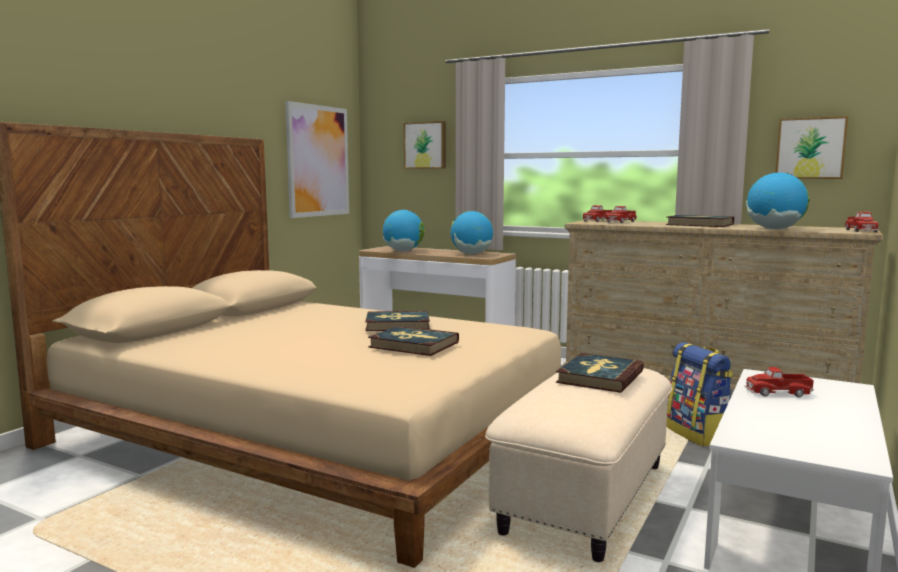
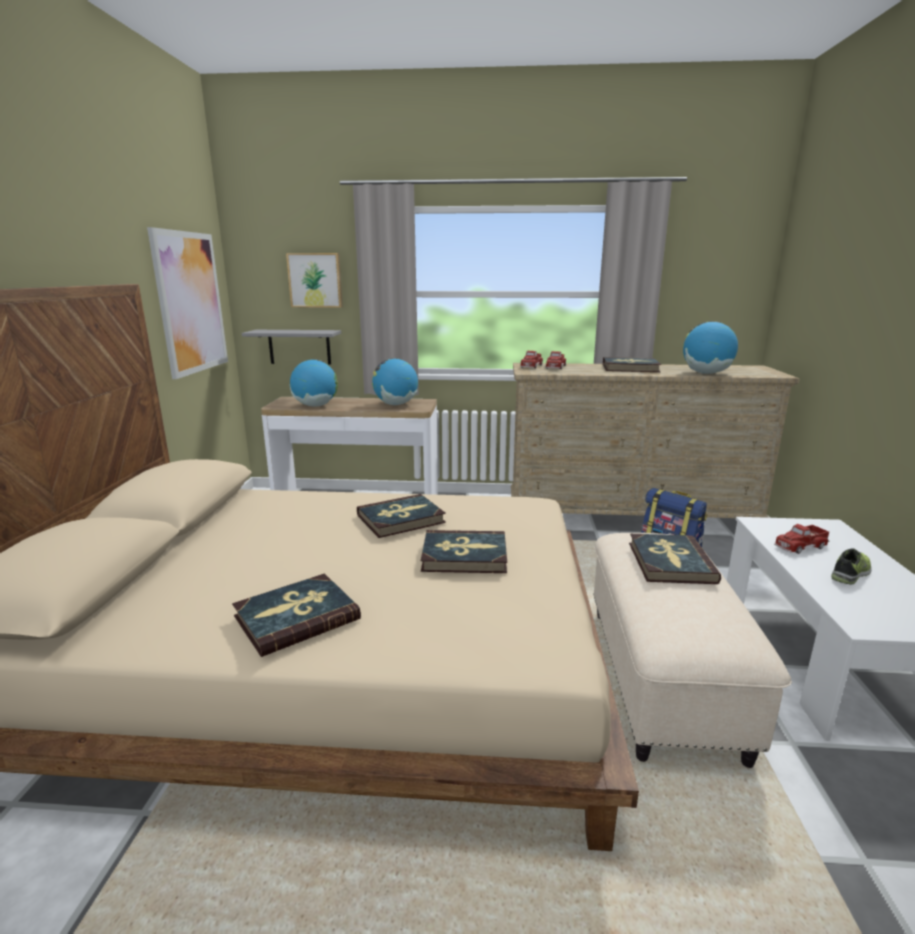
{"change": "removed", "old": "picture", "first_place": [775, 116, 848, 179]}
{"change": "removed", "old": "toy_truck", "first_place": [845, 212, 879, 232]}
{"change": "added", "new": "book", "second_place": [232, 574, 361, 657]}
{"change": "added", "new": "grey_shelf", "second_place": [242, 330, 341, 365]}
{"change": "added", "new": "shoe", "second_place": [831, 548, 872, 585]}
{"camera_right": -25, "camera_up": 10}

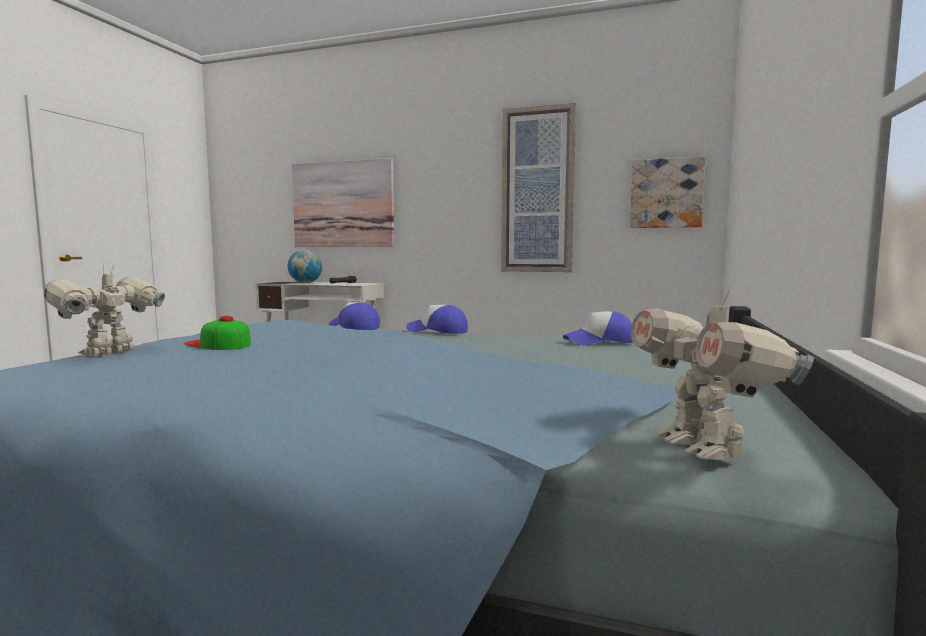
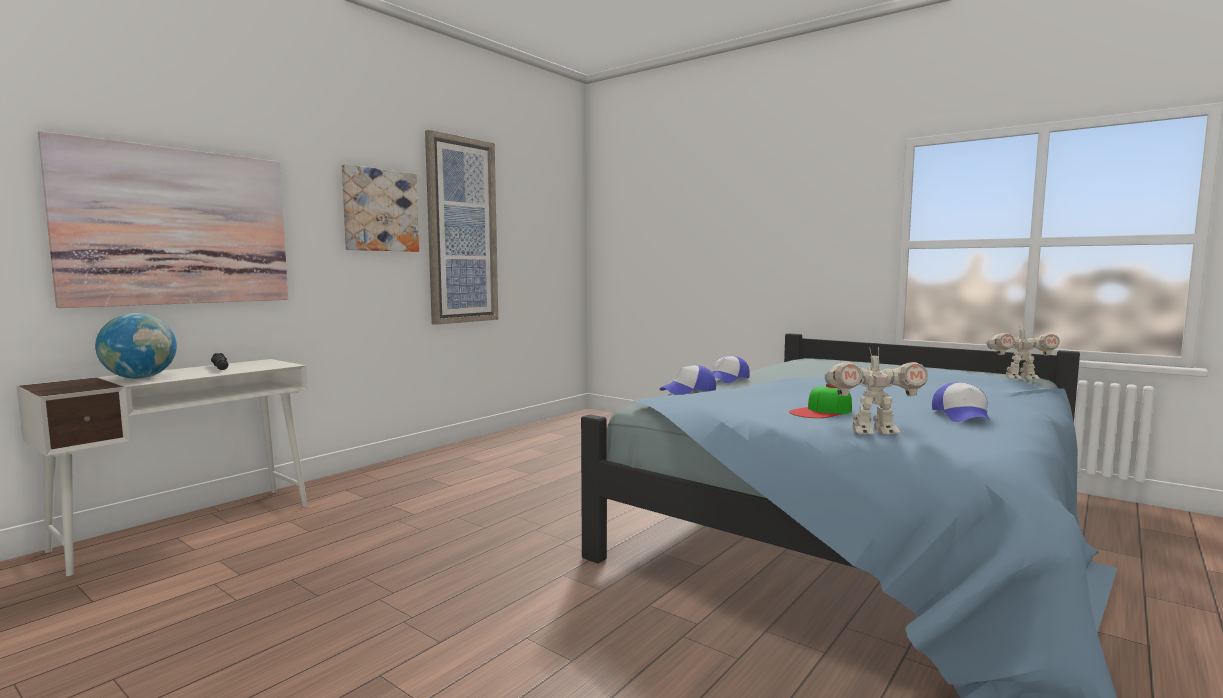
{"change": "turned", "old": "toy_robot", "first_place": [44, 265, 165, 356], "second_place": [825, 347, 928, 434], "degrees": -45}
{"change": "moved", "old": "cap", "first_place": [563, 311, 633, 345], "second_place": [932, 382, 992, 422]}
{"change": "moved", "old": "picture", "first_place": [630, 156, 706, 228], "second_place": [342, 164, 419, 252]}
{"camera_right": -70, "camera_up": 0}

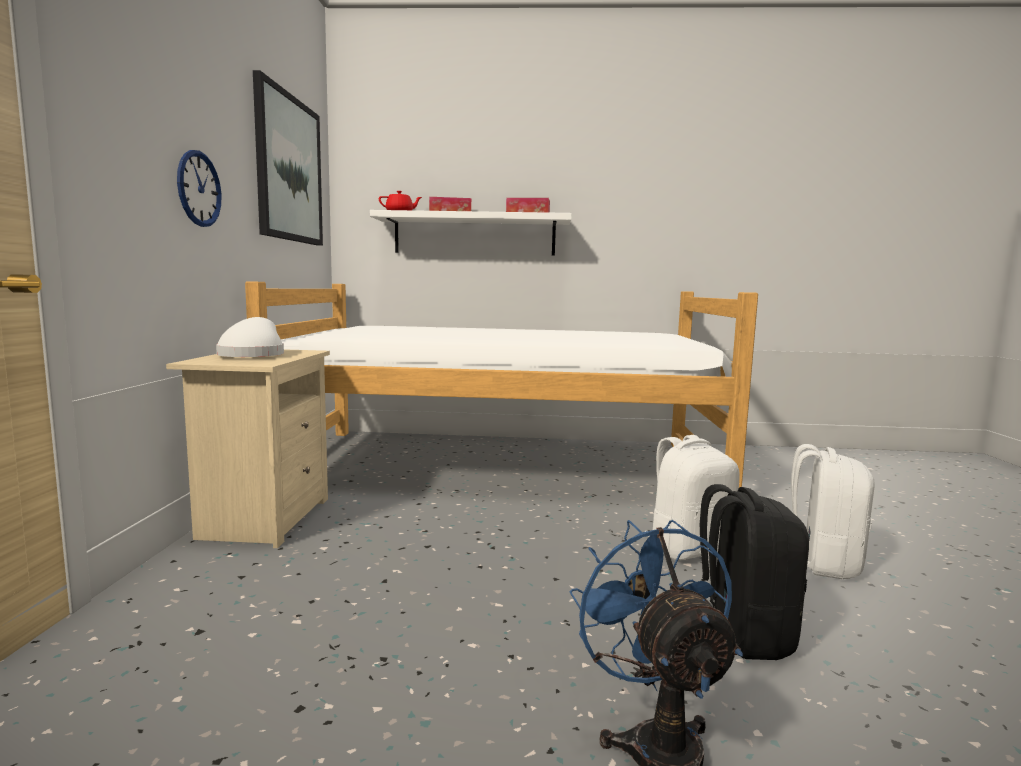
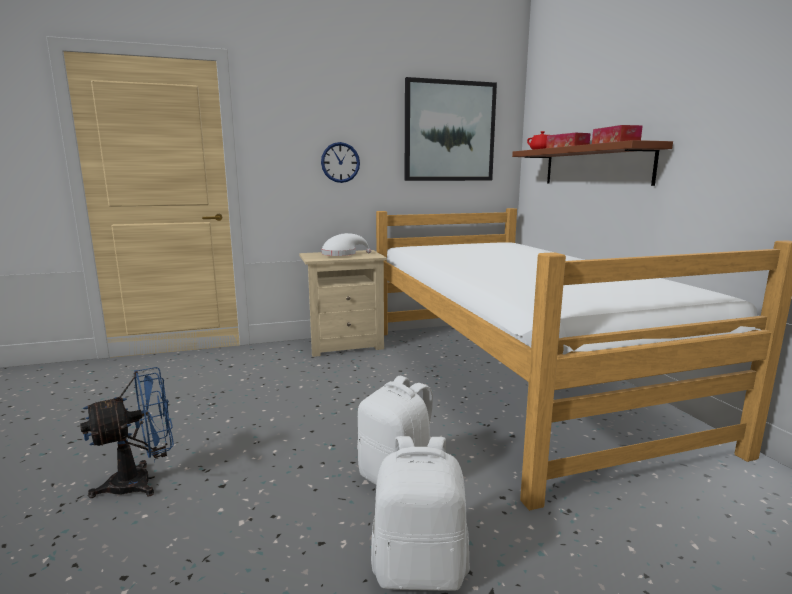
{"change": "recoloured", "old": "white_shelf", "new": "brown_shelf", "first_place": [370, 210, 572, 256], "second_place": [512, 140, 673, 186]}
{"change": "removed", "old": "black_backpack", "first_place": [700, 484, 809, 660]}
{"camera_right": 70, "camera_up": 5}

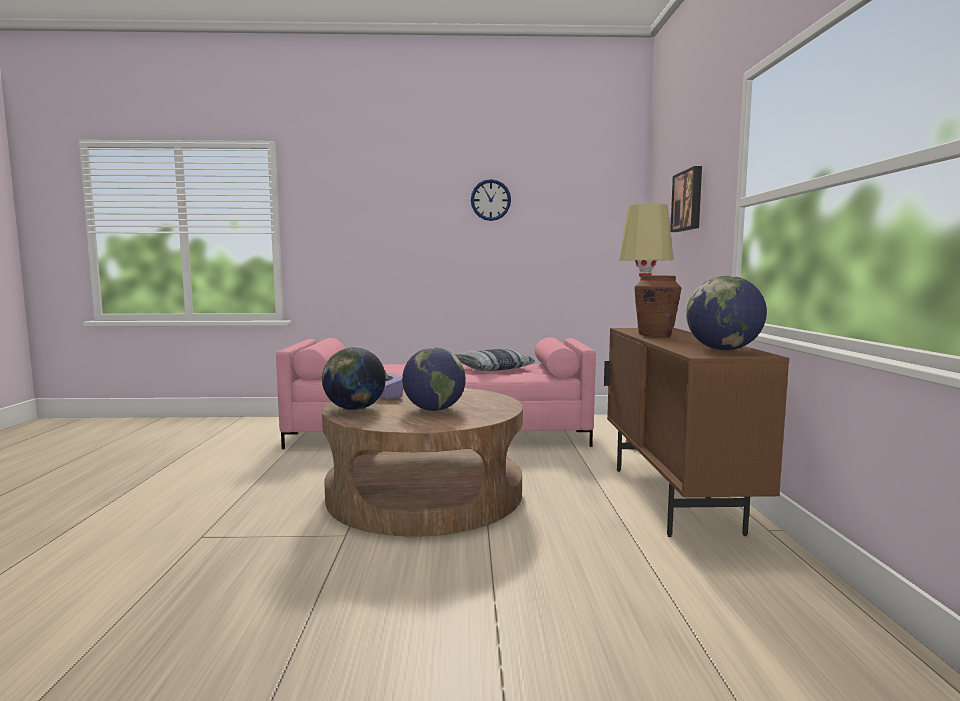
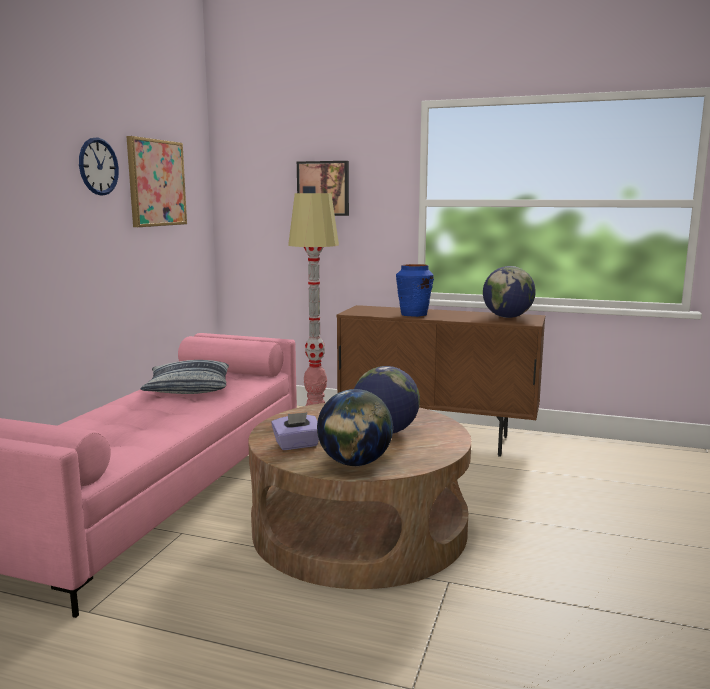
{"change": "recoloured", "old": "brown_vase", "new": "blue_vase", "first_place": [634, 275, 681, 337], "second_place": [396, 264, 434, 317]}
{"change": "added", "new": "picture", "second_place": [126, 136, 187, 227]}
{"camera_right": -70, "camera_up": 5}

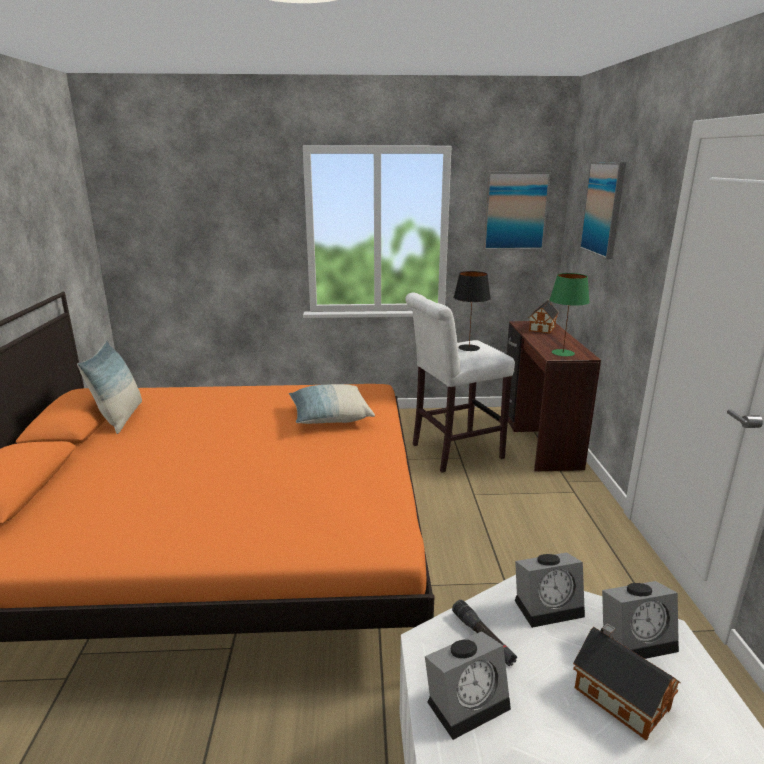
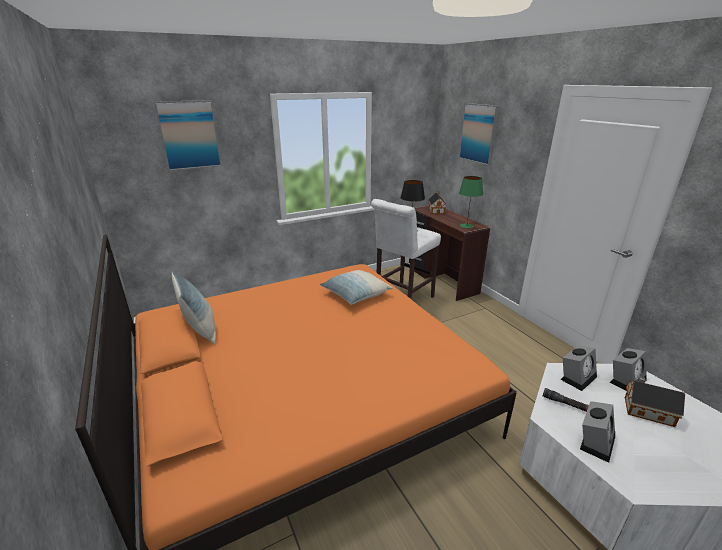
{"change": "moved", "old": "picture", "first_place": [483, 172, 551, 250], "second_place": [154, 100, 222, 171]}
{"camera_right": -25, "camera_up": 5}

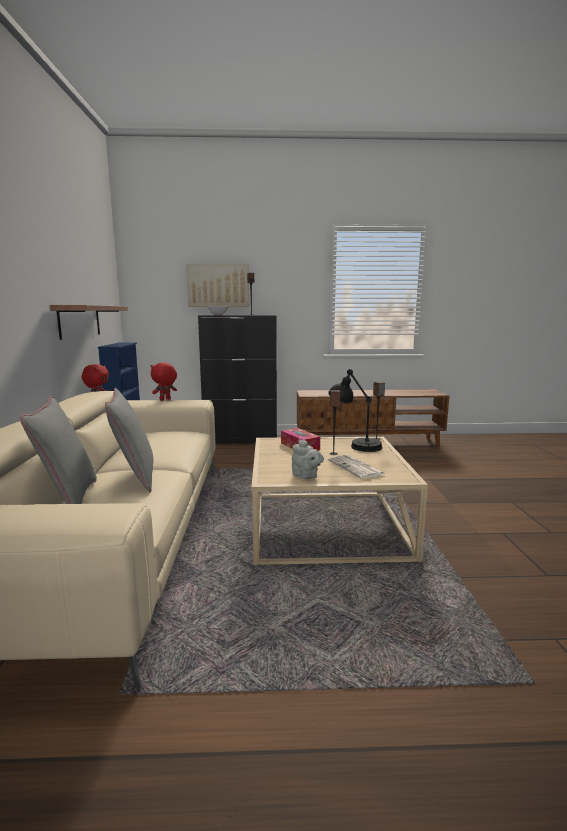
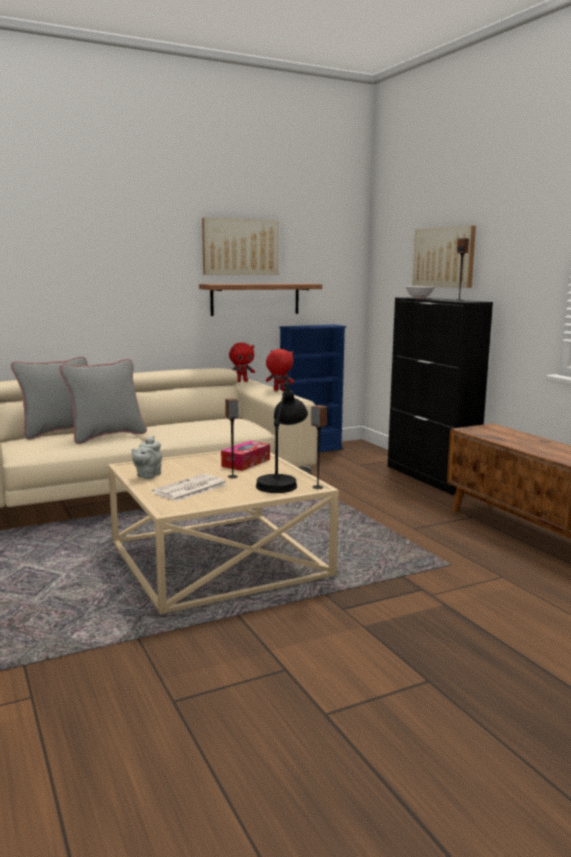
{"change": "added", "new": "picture", "second_place": [202, 218, 279, 275]}
{"camera_right": 65, "camera_up": 0}

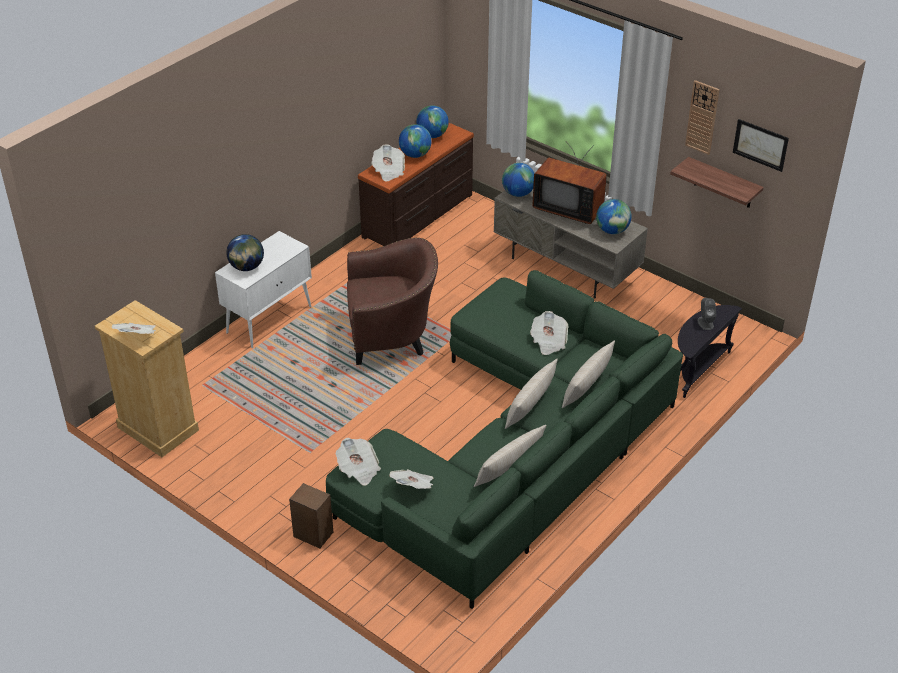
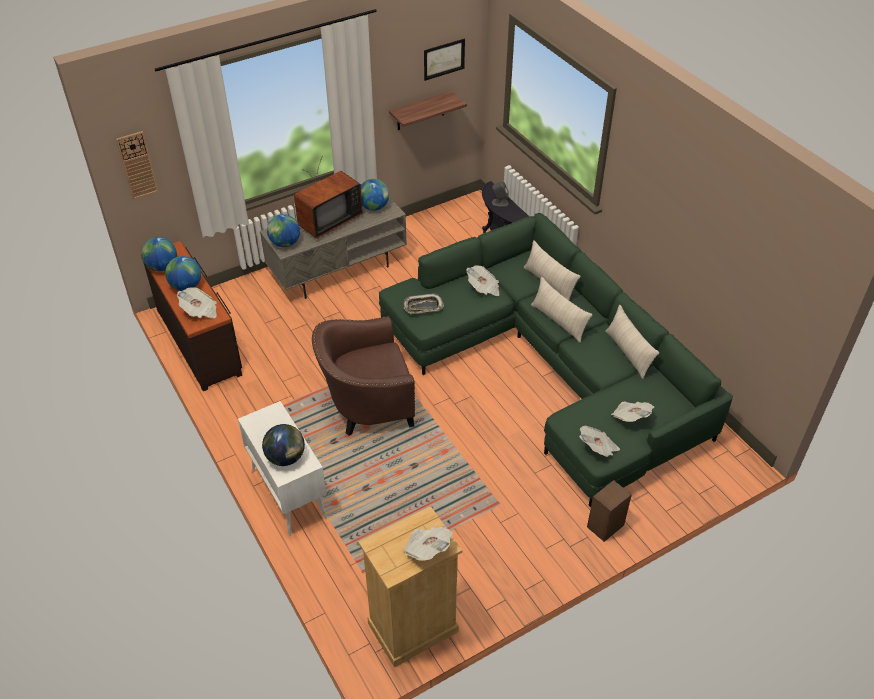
{"change": "turned", "old": "brown_armchair", "first_place": [347, 237, 438, 365], "second_place": [312, 316, 415, 436], "degrees": -120}
{"change": "moved", "old": "wall_clock", "first_place": [685, 80, 720, 155], "second_place": [116, 131, 158, 200]}
{"change": "added", "new": "tray", "second_place": [404, 294, 444, 314]}
{"camera_right": -70, "camera_up": 5}

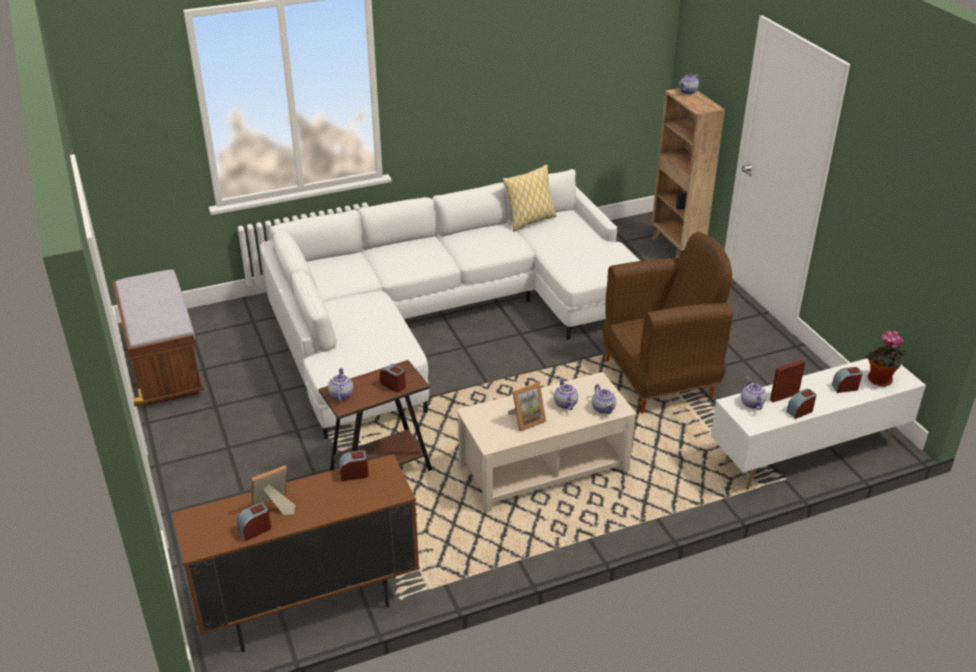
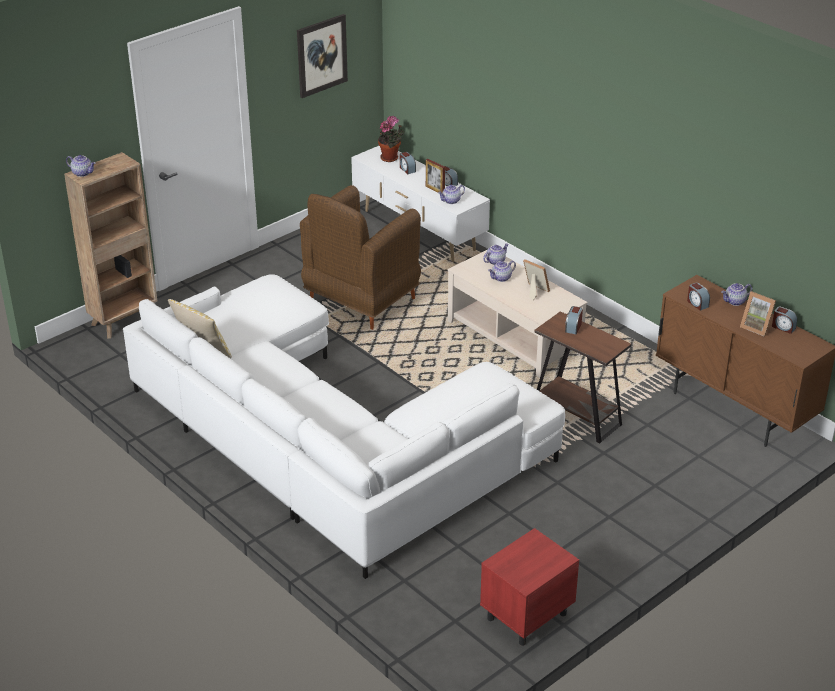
{"change": "replaced", "old": "brown_bench", "new": "red_nightstand", "first_place": [112, 270, 204, 406], "second_place": [480, 528, 579, 646]}
{"change": "moved", "old": "teapot", "first_place": [328, 368, 353, 402], "second_place": [721, 283, 752, 306]}
{"change": "turned", "old": "brown_armchair", "first_place": [602, 232, 733, 414], "second_place": [300, 185, 421, 330], "degrees": -105}
{"change": "added", "new": "picture", "second_place": [297, 14, 348, 98]}
{"camera_right": -110, "camera_up": 0}

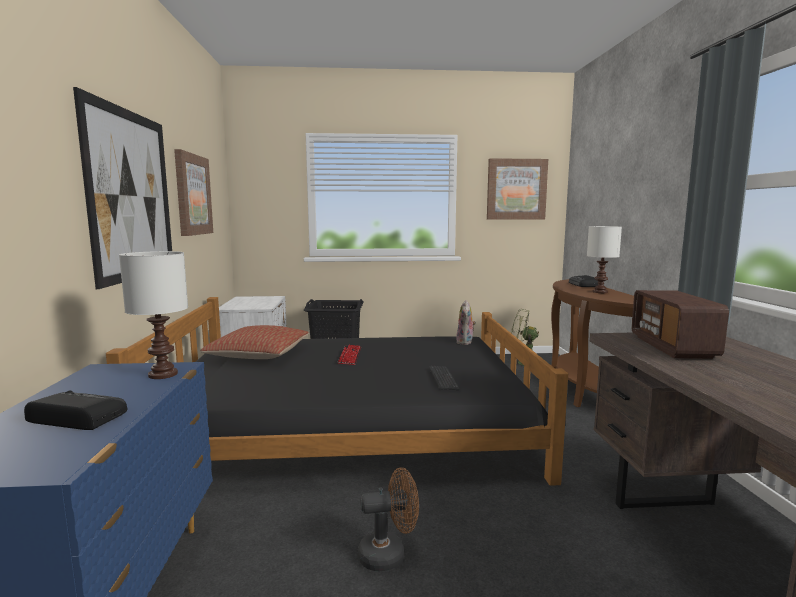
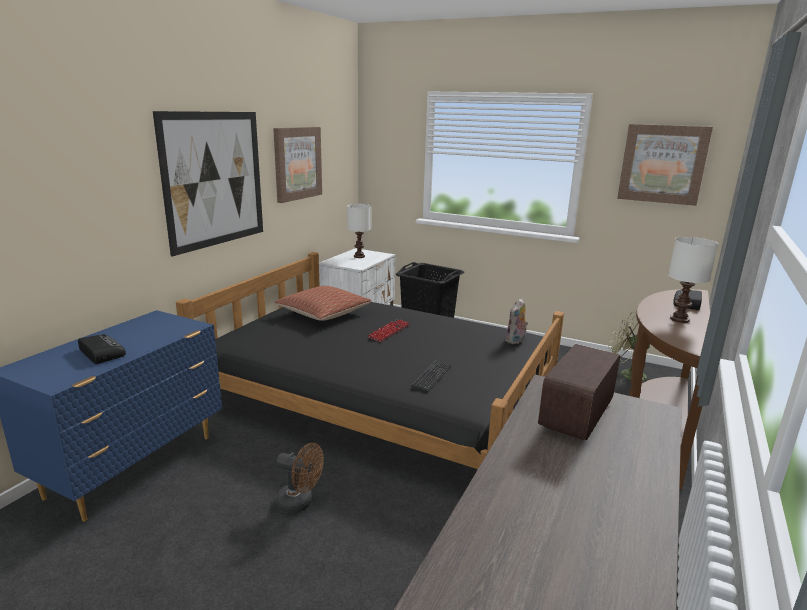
{"change": "moved", "old": "white_table_lamp", "first_place": [119, 251, 188, 379], "second_place": [347, 204, 371, 258]}
{"camera_right": 30, "camera_up": 10}

